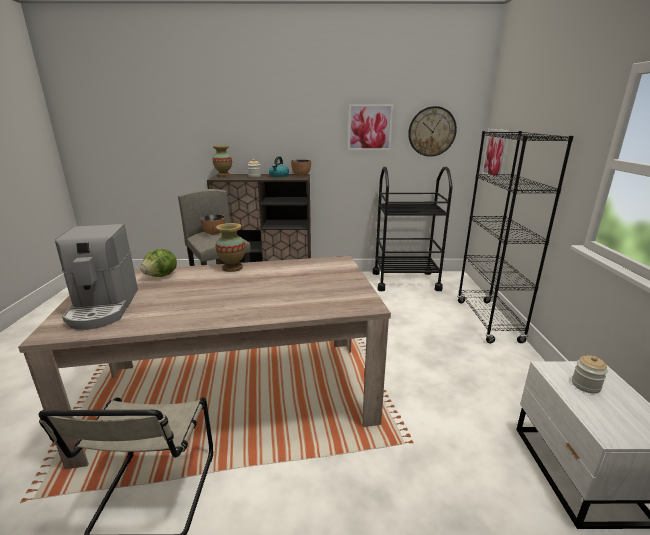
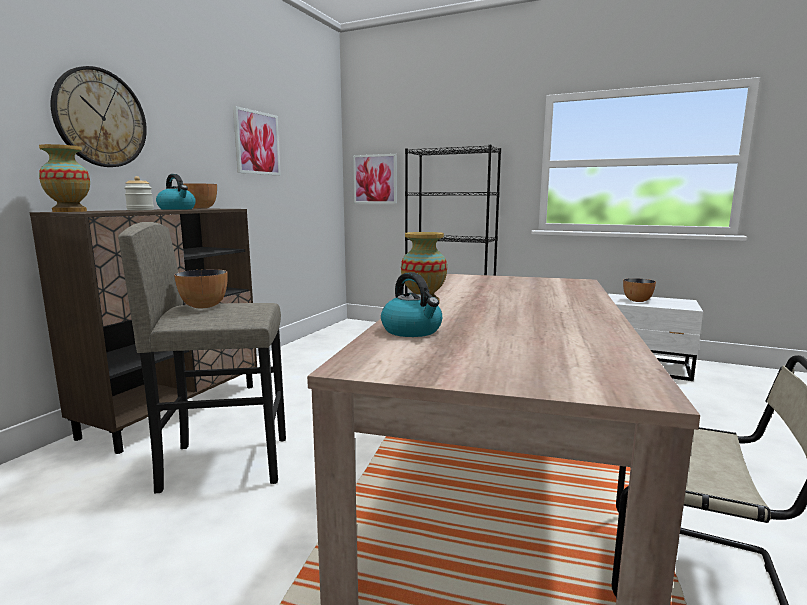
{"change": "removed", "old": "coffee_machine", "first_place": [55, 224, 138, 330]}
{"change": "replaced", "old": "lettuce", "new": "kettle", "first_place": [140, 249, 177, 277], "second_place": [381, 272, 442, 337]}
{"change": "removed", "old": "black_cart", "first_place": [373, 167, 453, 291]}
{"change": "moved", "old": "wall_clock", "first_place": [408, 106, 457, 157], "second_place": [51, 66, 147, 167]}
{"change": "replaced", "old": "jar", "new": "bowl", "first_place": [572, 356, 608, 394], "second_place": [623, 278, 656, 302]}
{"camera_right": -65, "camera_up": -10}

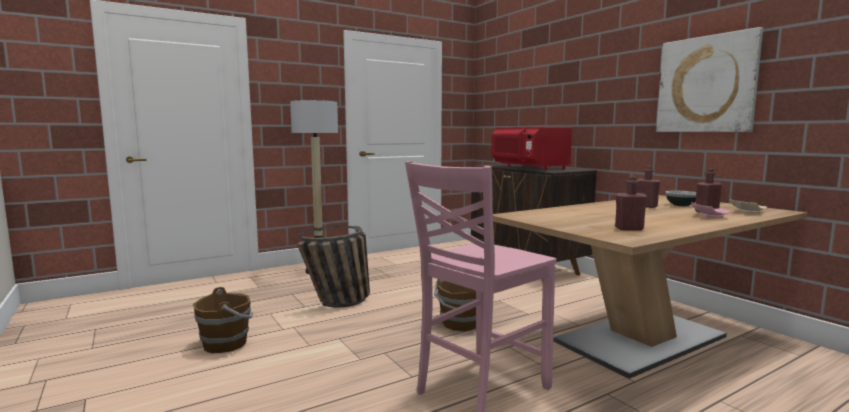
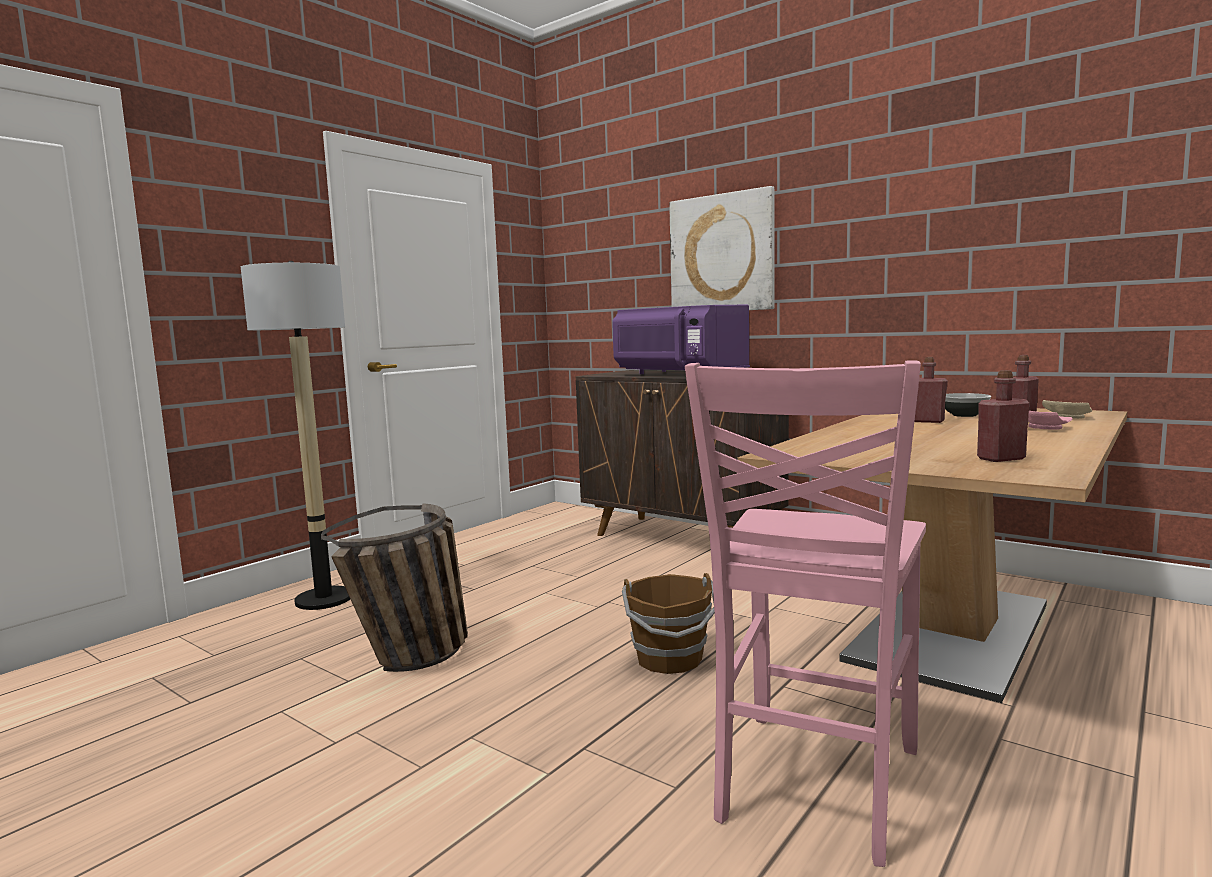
{"change": "removed", "old": "brown_bucket", "first_place": [193, 287, 253, 353]}
{"change": "recoloured", "old": "red_microwave", "new": "purple_microwave", "first_place": [492, 127, 572, 170], "second_place": [612, 305, 750, 374]}
{"change": "moved", "old": "picture", "first_place": [656, 27, 763, 132], "second_place": [669, 186, 774, 310]}
{"camera_right": -20, "camera_up": 0}

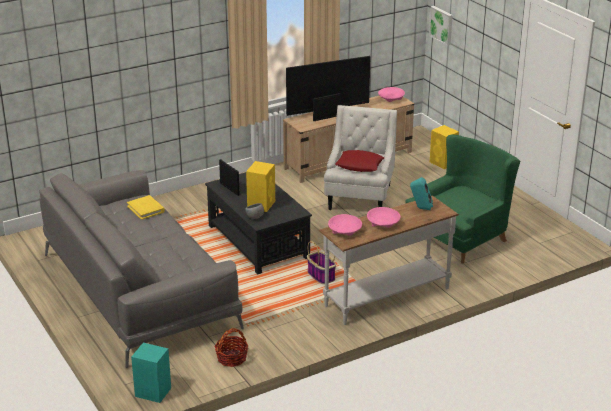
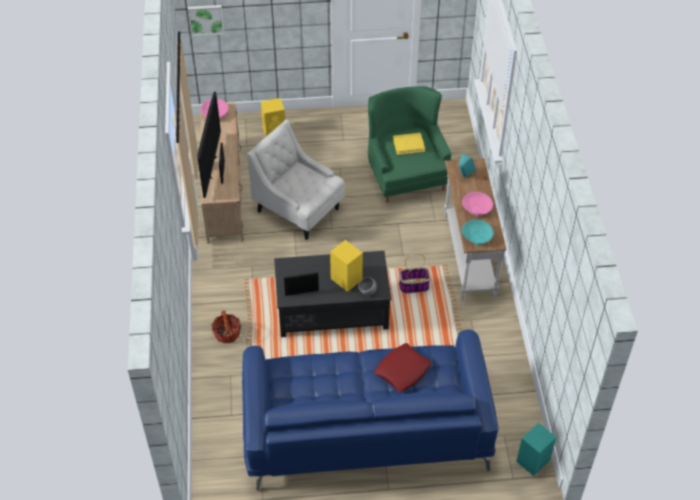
{"change": "recoloured", "old": "grey_sofa", "new": "blue_sofa", "first_place": [39, 170, 244, 368], "second_place": [242, 330, 499, 491]}
{"change": "moved", "old": "yellow_book", "first_place": [127, 195, 165, 220], "second_place": [393, 133, 425, 155]}
{"change": "moved", "old": "basket", "first_place": [214, 328, 249, 367], "second_place": [211, 311, 241, 344]}
{"change": "recoloured", "old": "pink_bowl", "new": "turquoise_bowl", "first_place": [328, 214, 362, 236], "second_place": [462, 220, 494, 246]}
{"change": "moved", "old": "red_pillow", "first_place": [335, 150, 384, 172], "second_place": [374, 343, 432, 392]}
{"camera_right": -65, "camera_up": 20}

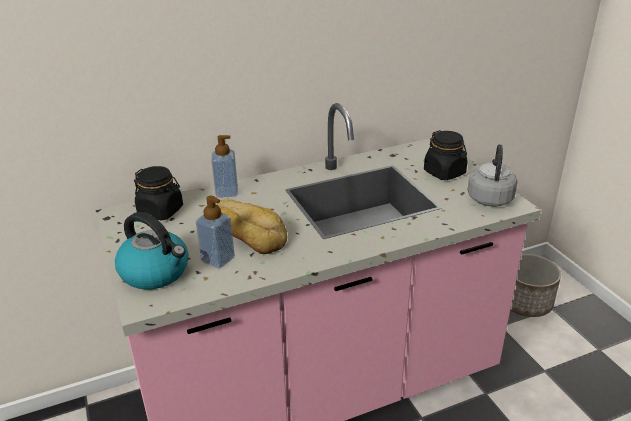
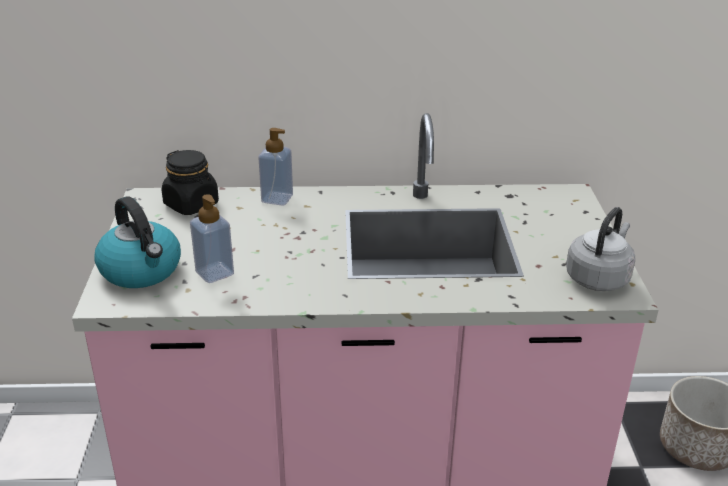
{"change": "removed", "old": "bread", "first_place": [215, 199, 287, 254]}
{"change": "removed", "old": "black_jar", "first_place": [424, 130, 468, 180]}
{"camera_right": 20, "camera_up": 0}

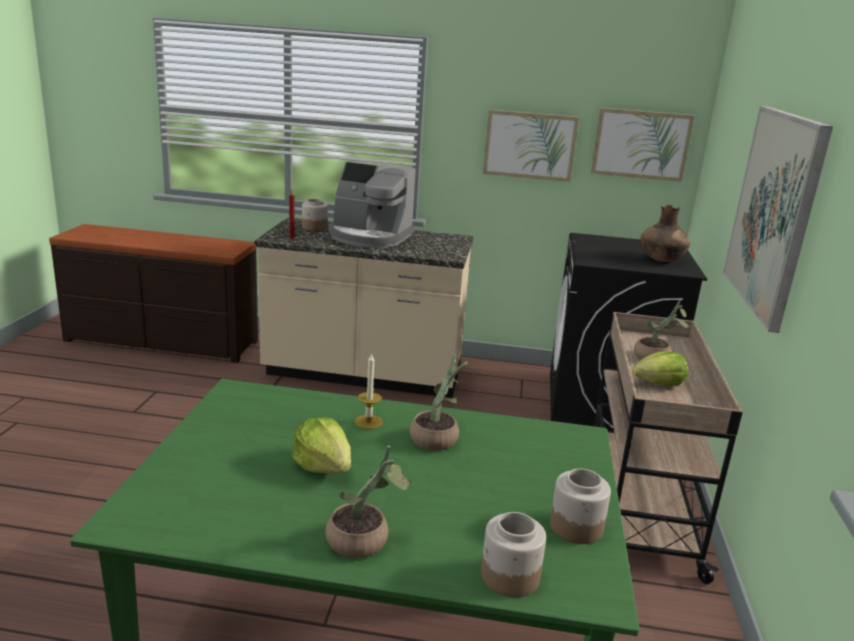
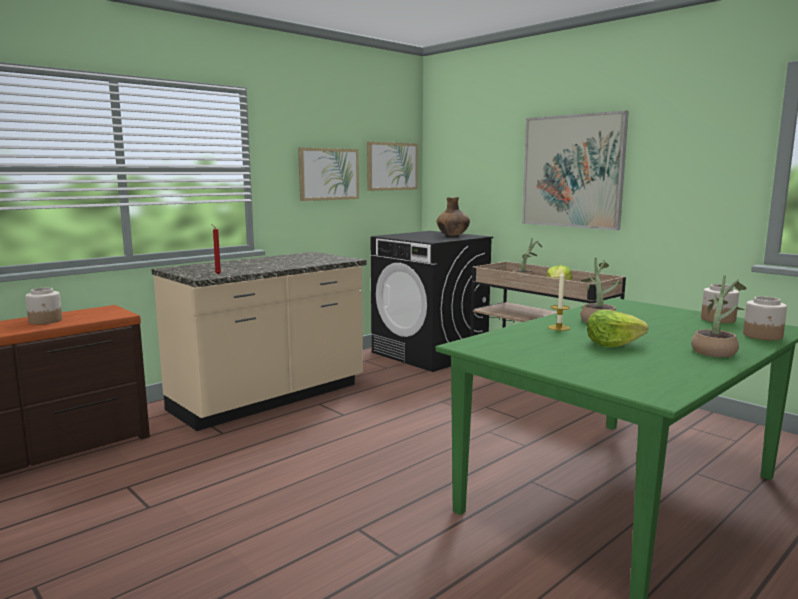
{"change": "moved", "old": "jar", "first_place": [302, 199, 328, 231], "second_place": [25, 288, 62, 324]}
{"change": "removed", "old": "coffee_machine", "first_place": [329, 161, 416, 248]}
{"camera_right": -50, "camera_up": -10}

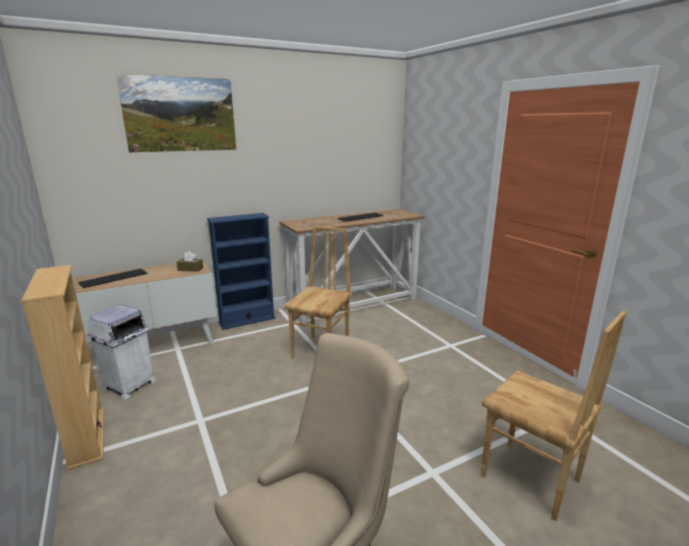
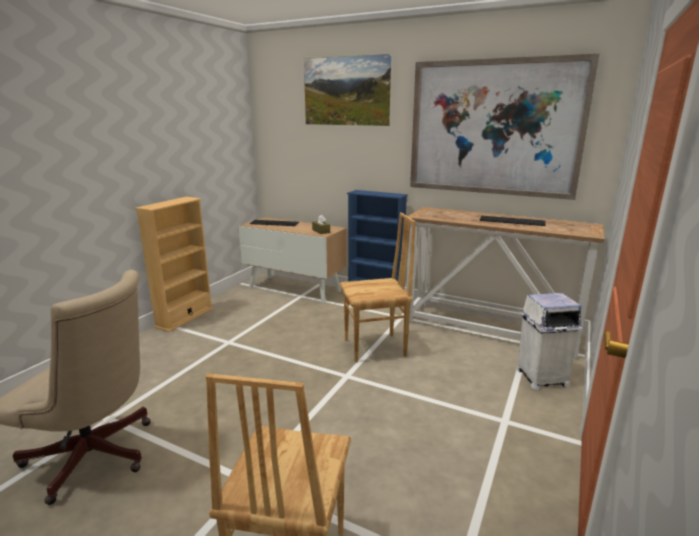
{"change": "moved", "old": "white_trash_can", "first_place": [87, 305, 156, 400], "second_place": [517, 293, 583, 390]}
{"change": "added", "new": "picture", "second_place": [410, 54, 599, 200]}
{"camera_right": 55, "camera_up": 0}

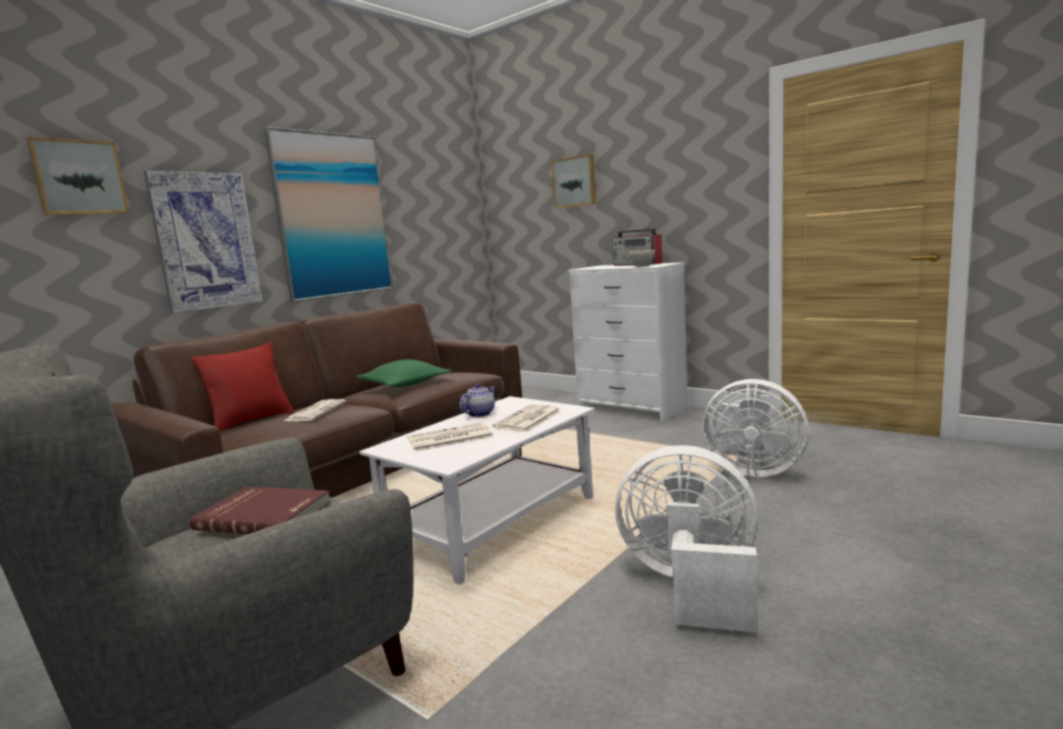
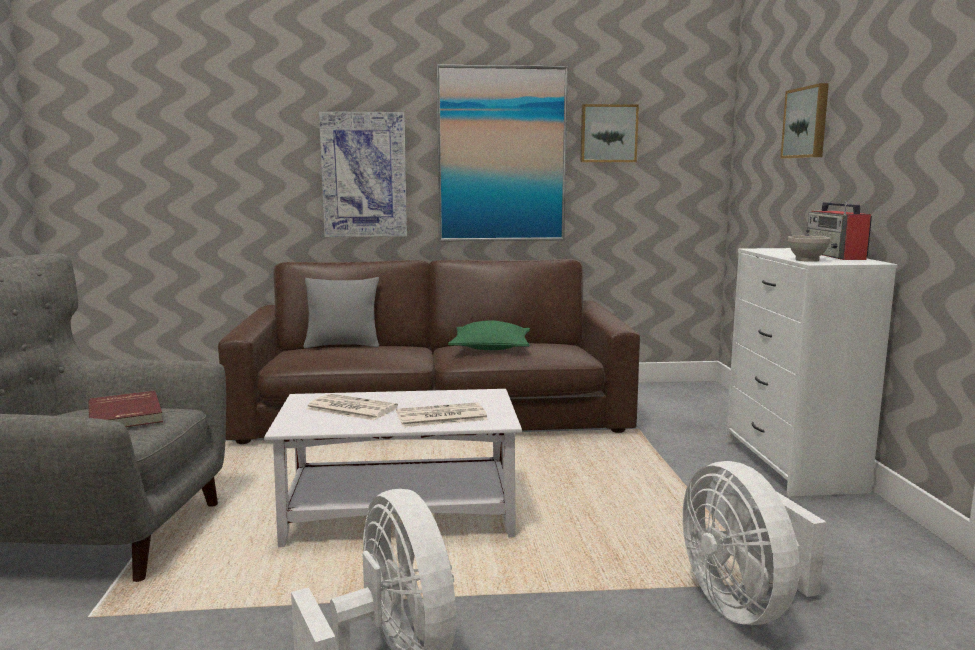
{"change": "moved", "old": "picture", "first_place": [27, 137, 129, 215], "second_place": [580, 104, 639, 162]}
{"change": "recoloured", "old": "red_pillow", "new": "grey_pillow", "first_place": [191, 342, 294, 432], "second_place": [303, 277, 379, 349]}
{"change": "removed", "old": "newspaper", "first_place": [284, 399, 346, 421]}
{"change": "removed", "old": "teapot", "first_place": [460, 384, 495, 417]}
{"camera_right": 45, "camera_up": 0}

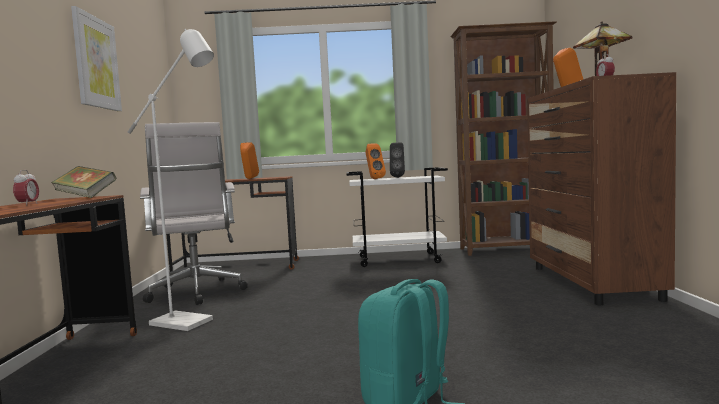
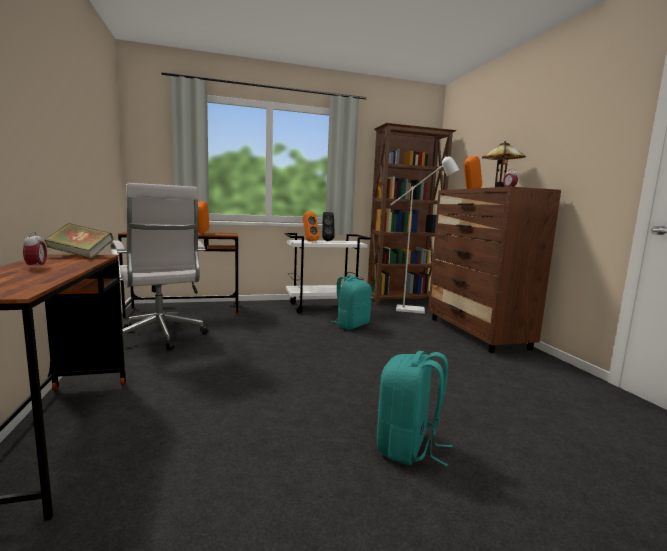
{"change": "removed", "old": "picture", "first_place": [71, 6, 122, 111]}
{"change": "moved", "old": "white_floor_lamp", "first_place": [128, 29, 214, 331], "second_place": [390, 155, 459, 314]}
{"change": "added", "new": "turquoise_backpack", "second_place": [332, 275, 372, 330]}
{"camera_right": -15, "camera_up": 5}

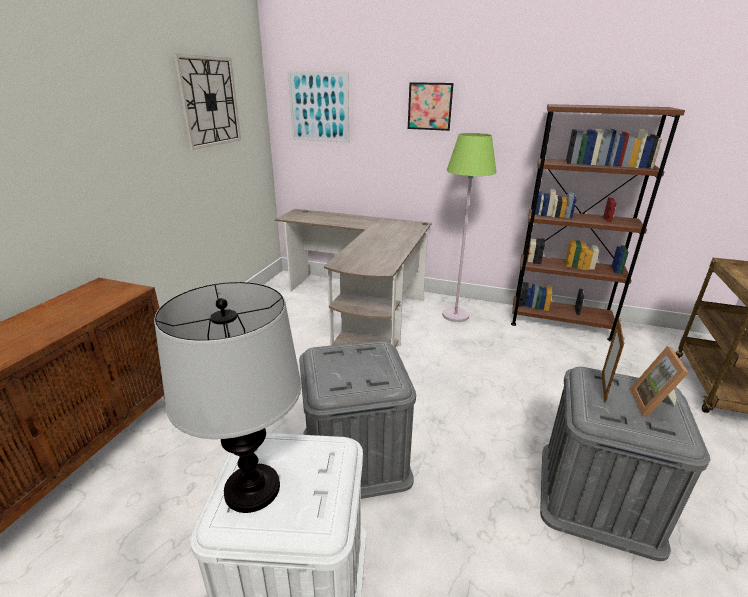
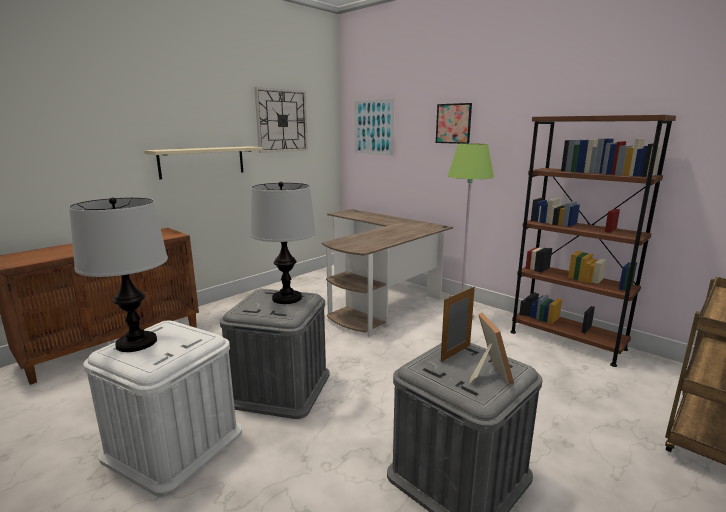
{"change": "turned", "old": "picture_frame", "first_place": [630, 346, 689, 417], "second_place": [469, 312, 514, 385], "degrees": 135}
{"change": "added", "new": "beige_shelf", "second_place": [144, 146, 262, 179]}
{"change": "added", "new": "table_lamp", "second_place": [251, 182, 316, 304]}
{"camera_right": 25, "camera_up": -10}

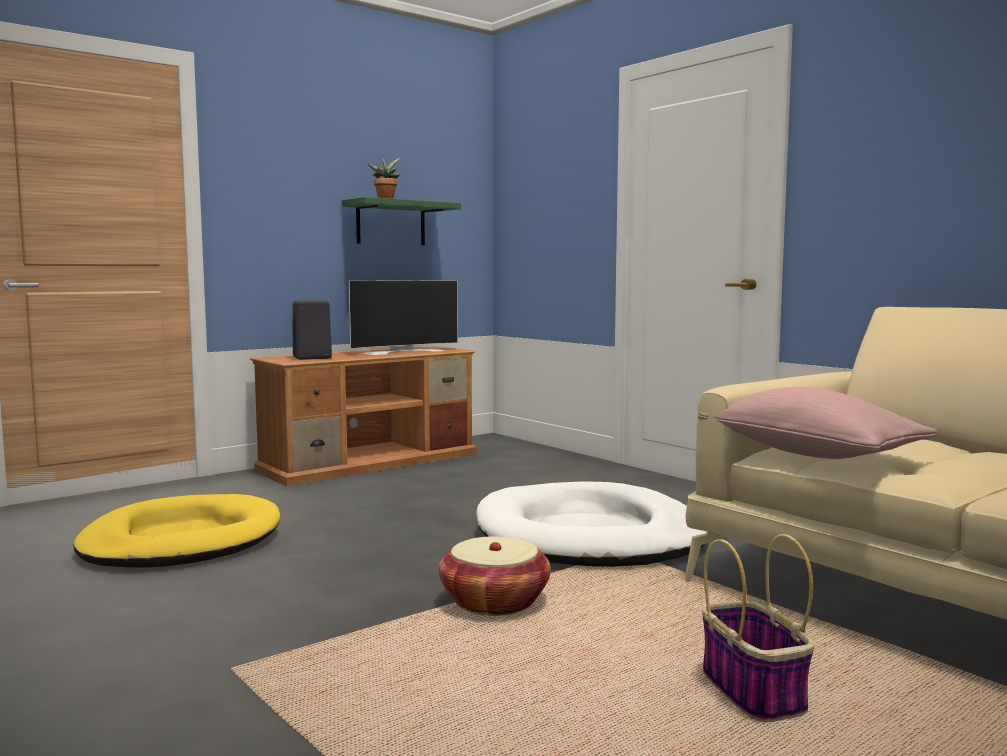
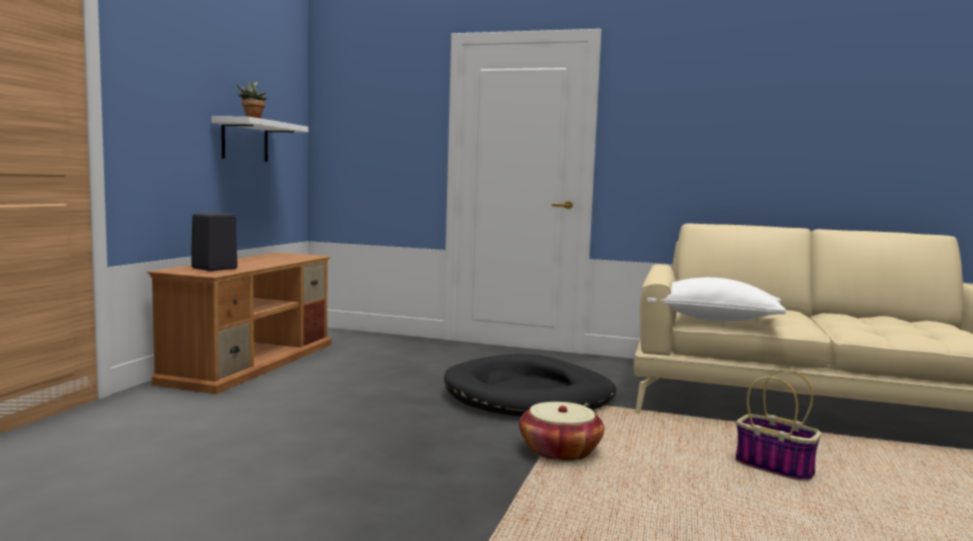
{"change": "removed", "old": "yellow_dog_bed", "first_place": [73, 494, 280, 568]}
{"change": "recoloured", "old": "green_shelf", "new": "white_shelf", "first_place": [342, 197, 461, 245], "second_place": [212, 117, 308, 162]}
{"change": "removed", "old": "television", "first_place": [349, 280, 458, 355]}
{"change": "recoloured", "old": "white_dog_bed", "new": "black_dog_bed", "first_place": [476, 481, 707, 567], "second_place": [444, 354, 616, 417]}
{"change": "recoloured", "old": "pink_pillow", "new": "white_pillow", "first_place": [698, 387, 937, 459], "second_place": [647, 277, 786, 321]}
{"camera_right": -35, "camera_up": 0}

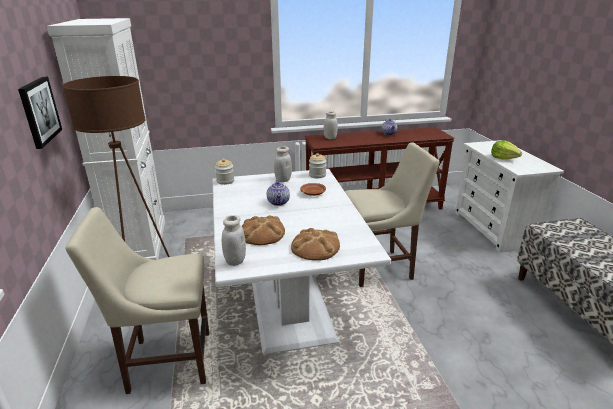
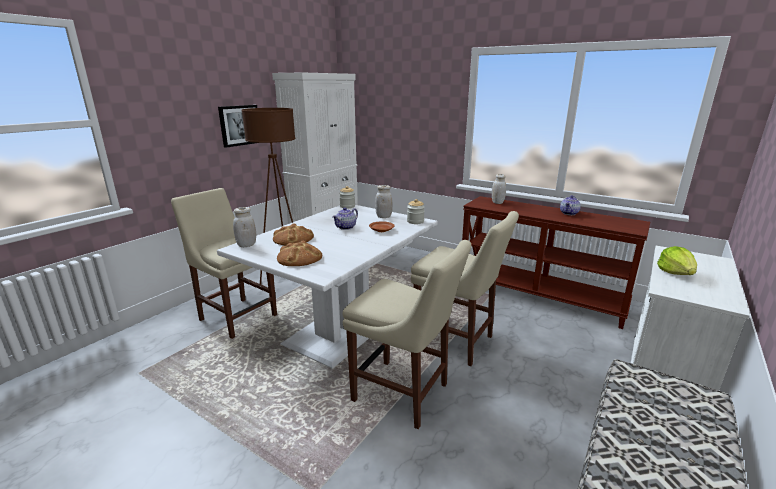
{"change": "added", "new": "beige_chair", "second_place": [343, 240, 471, 429]}
{"camera_right": 45, "camera_up": -5}

